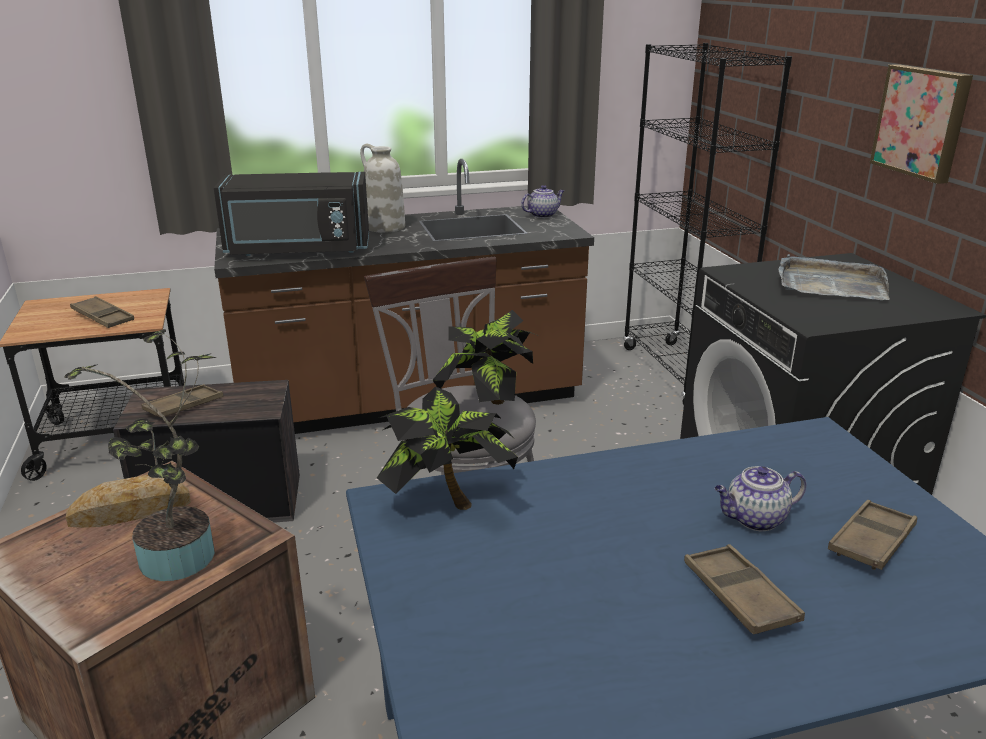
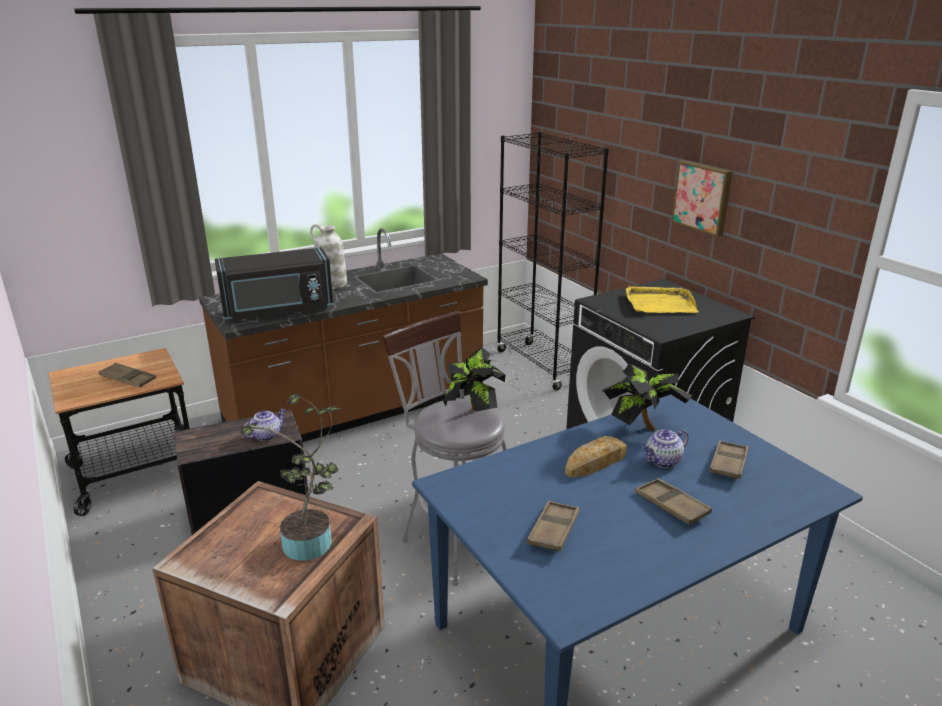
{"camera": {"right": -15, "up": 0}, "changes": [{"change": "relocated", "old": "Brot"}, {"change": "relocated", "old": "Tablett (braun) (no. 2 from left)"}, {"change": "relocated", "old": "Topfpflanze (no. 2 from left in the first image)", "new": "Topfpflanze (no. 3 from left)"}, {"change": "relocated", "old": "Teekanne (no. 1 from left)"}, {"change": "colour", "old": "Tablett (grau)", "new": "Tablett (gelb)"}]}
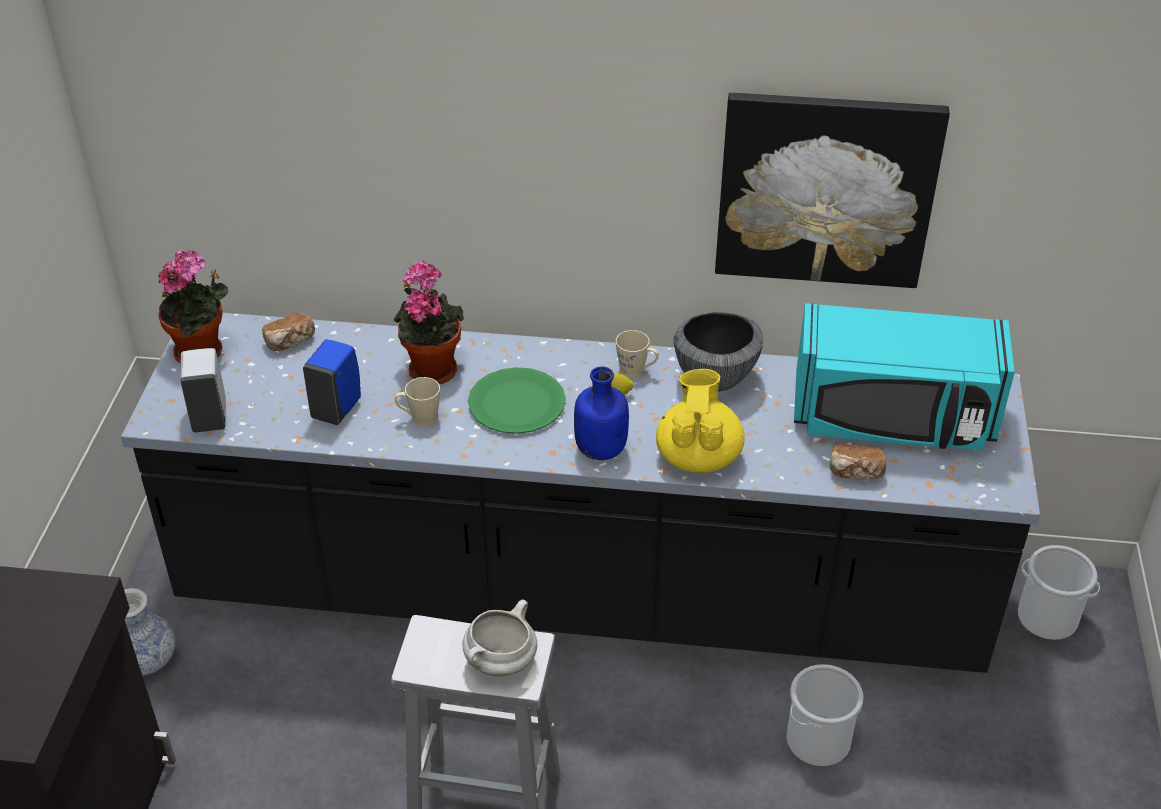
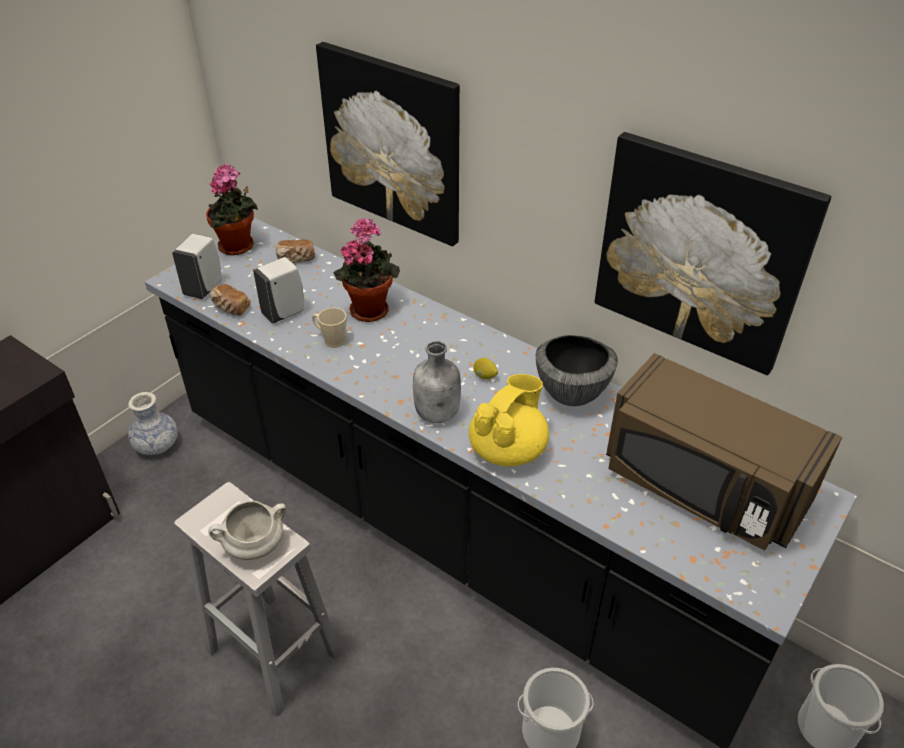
{"camera": {"right": 30, "up": 0}, "changes": [{"change": "colour", "old": "Seifenspender (blau)", "new": "Seifenspender (weiß) (no. 2 from left)"}, {"change": "missing", "old": "Teller (grün)"}, {"change": "colour", "old": "Flasche (blau)", "new": "Flasche (grau)"}, {"change": "missing", "old": "Henkelbecher (beige) (no. 2 from left)"}, {"change": "colour", "old": "Mikrowelle (türkis)", "new": "Mikrowelle (braun)"}, {"change": "relocated", "old": "Brot (no. 2 from left in the first image)", "new": "Brot (no. 1 from left)"}, {"change": "appeared", "new": "Bild (no. 1 from left)"}]}
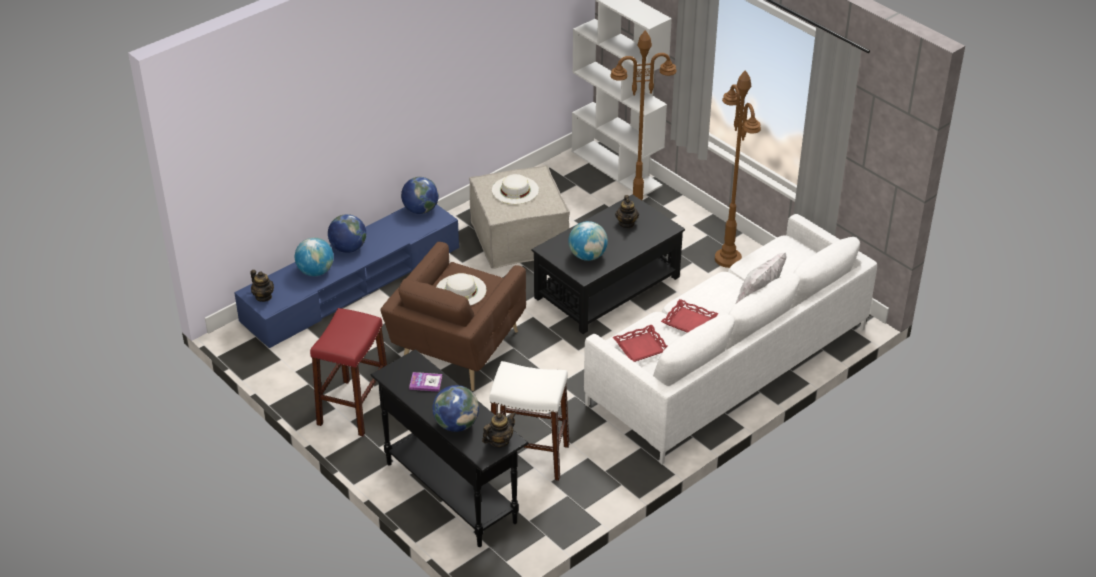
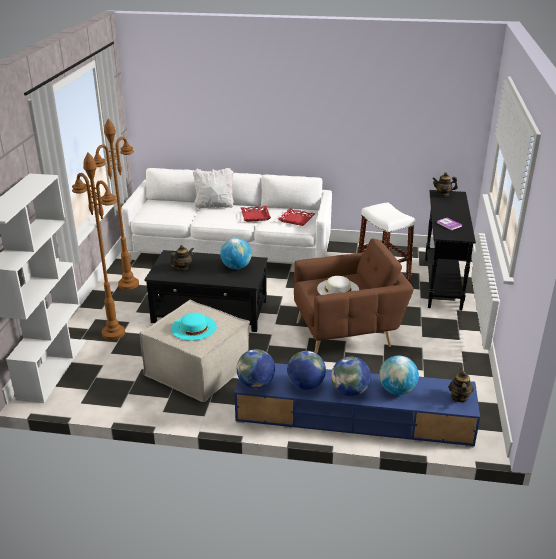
{"camera": {"right": -130, "up": -10}, "changes": [{"change": "missing", "old": "Hocker (rot)"}, {"change": "relocated", "old": "Globus (no. 4 from left in the first image)", "new": "Globus (no. 3 from left)"}, {"change": "colour", "old": "Hut (weiß) (no. 2 from left)", "new": "Hut (türkis)"}]}
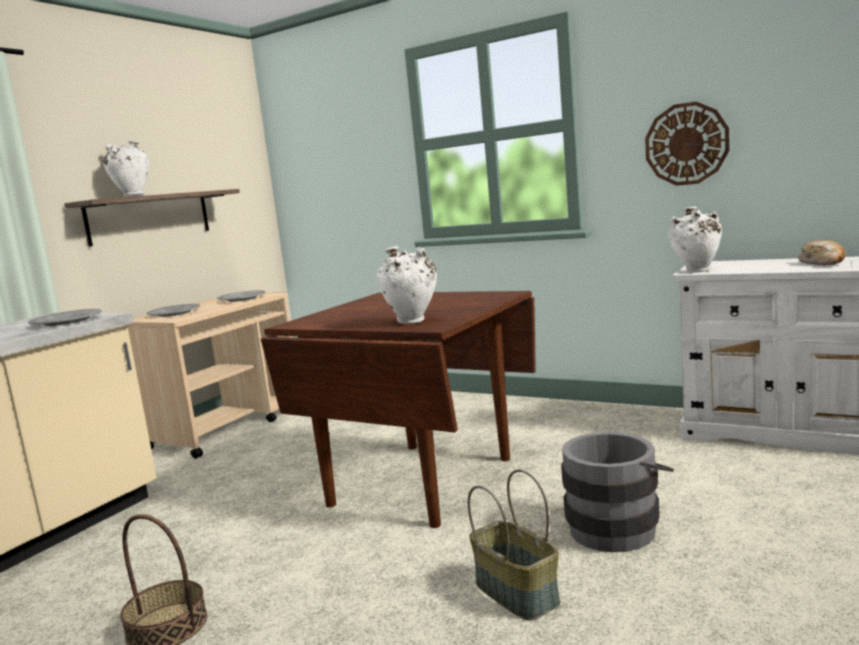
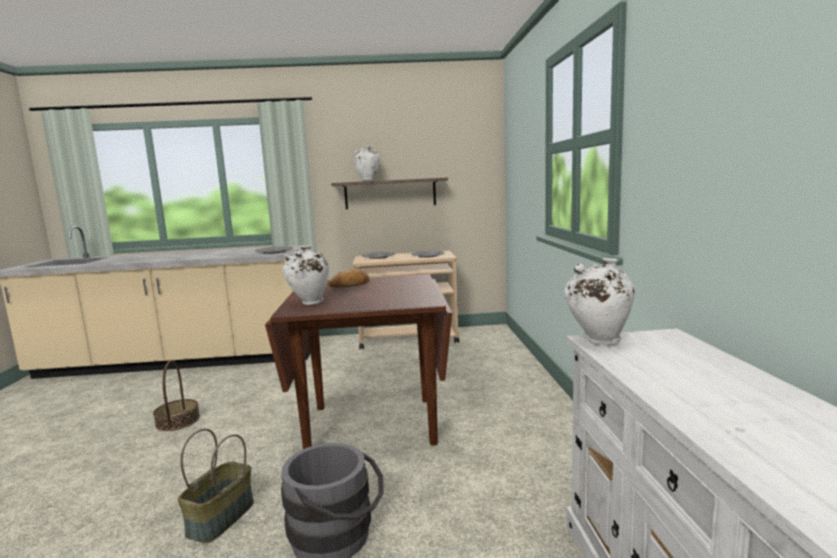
{"camera": {"right": 55, "up": 0}, "changes": [{"change": "missing", "old": "Wanduhr"}, {"change": "relocated", "old": "Brot"}]}
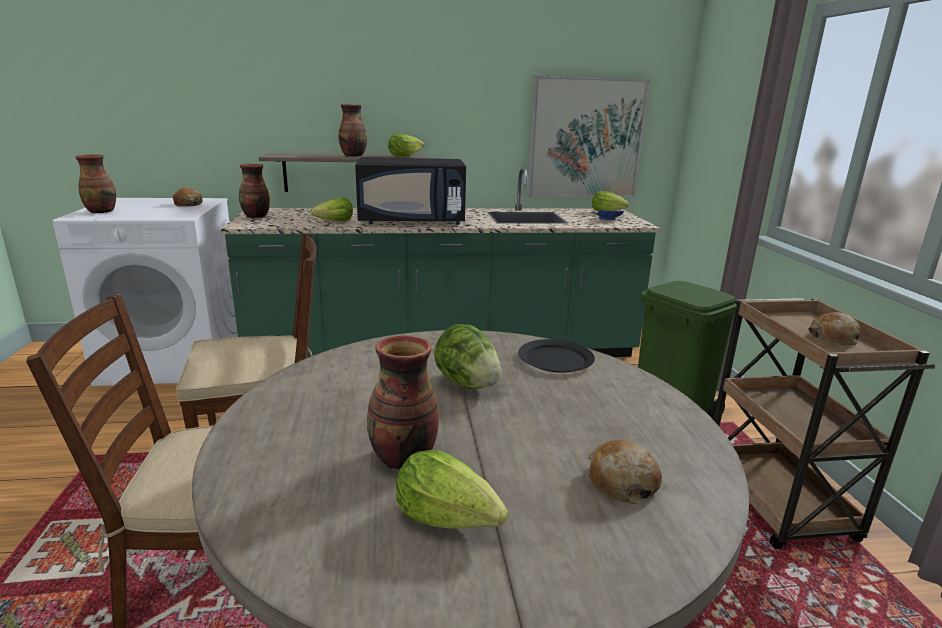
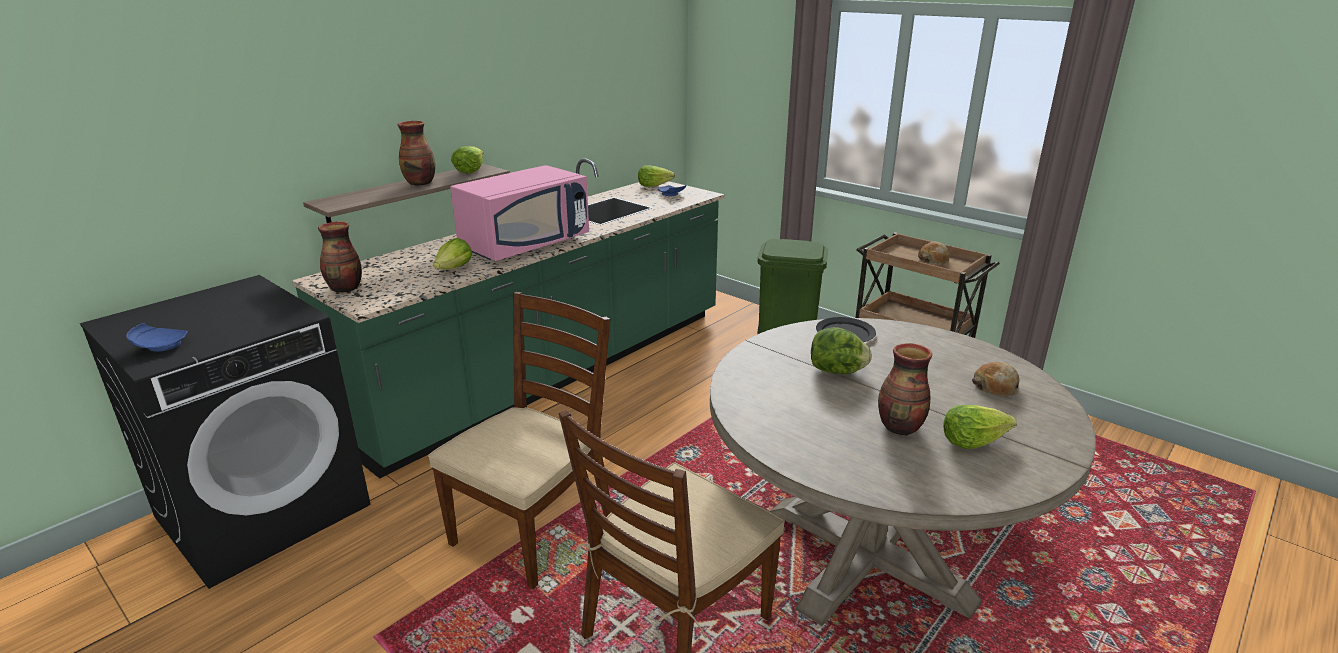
{"camera": {"right": -40, "up": 5}, "changes": [{"change": "colour", "old": "Waschmaschine (weiß)", "new": "Waschmaschine (schwarz)"}, {"change": "exchanged", "old": "Vase (no. 1 from left)", "new": "Teller (blau) (no. 1 from left)"}, {"change": "missing", "old": "Brot (no. 1 from left)"}, {"change": "colour", "old": "Mikrowelle (schwarz)", "new": "Mikrowelle (rosa)"}, {"change": "missing", "old": "Bild"}]}
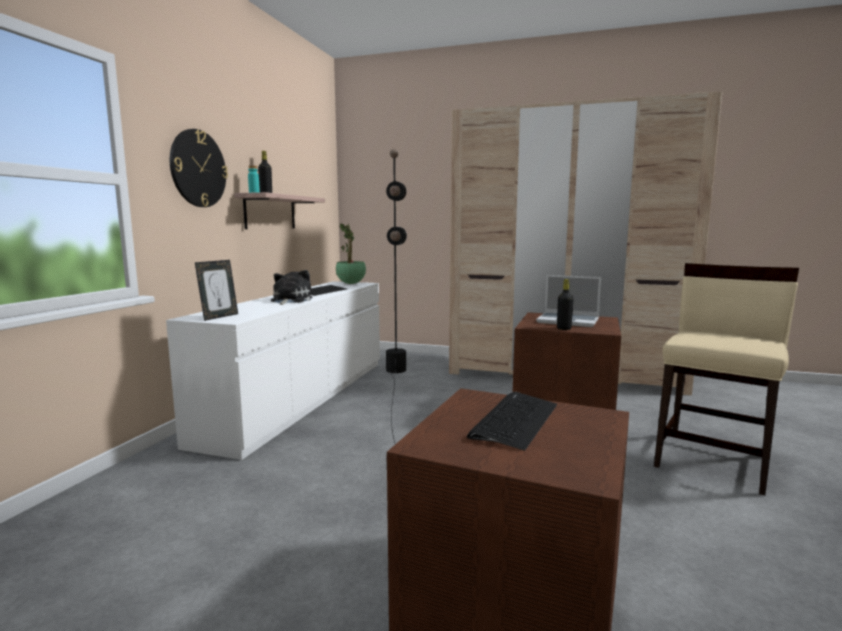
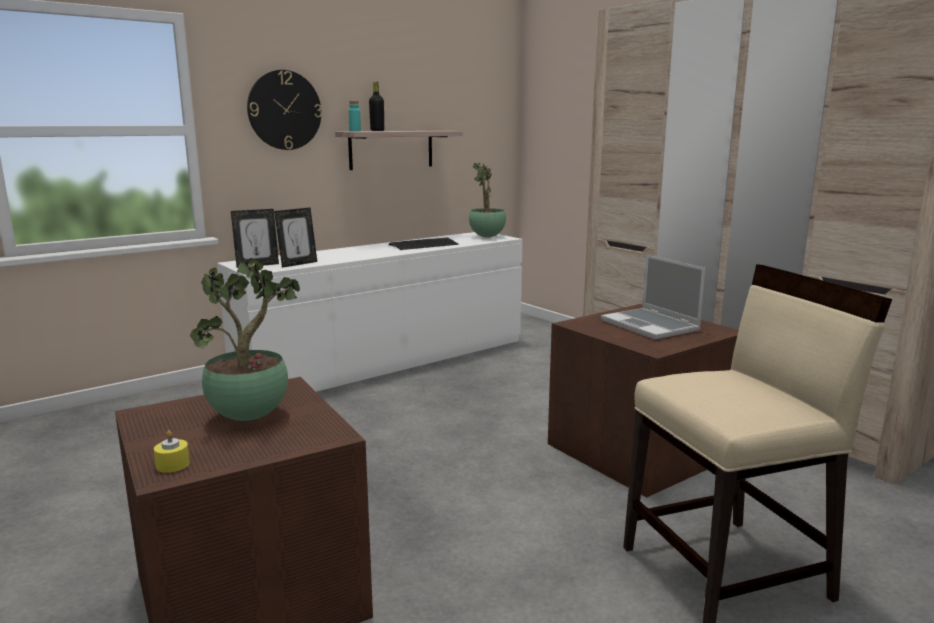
{"camera": {"right": 35, "up": 5}, "changes": [{"change": "missing", "old": "Plüschtier"}, {"change": "missing", "old": "Stehlampe (schwarz)"}, {"change": "exchanged", "old": "Tastatur (no. 2 from left)", "new": "Topfpflanze (no. 1 from left)"}, {"change": "missing", "old": "Flasche (schwarz) (no. 2 from left)"}, {"change": "appeared", "new": "Kerze (gelb)"}, {"change": "appeared", "new": "Bilderrahmen (no. 2 from left)"}]}
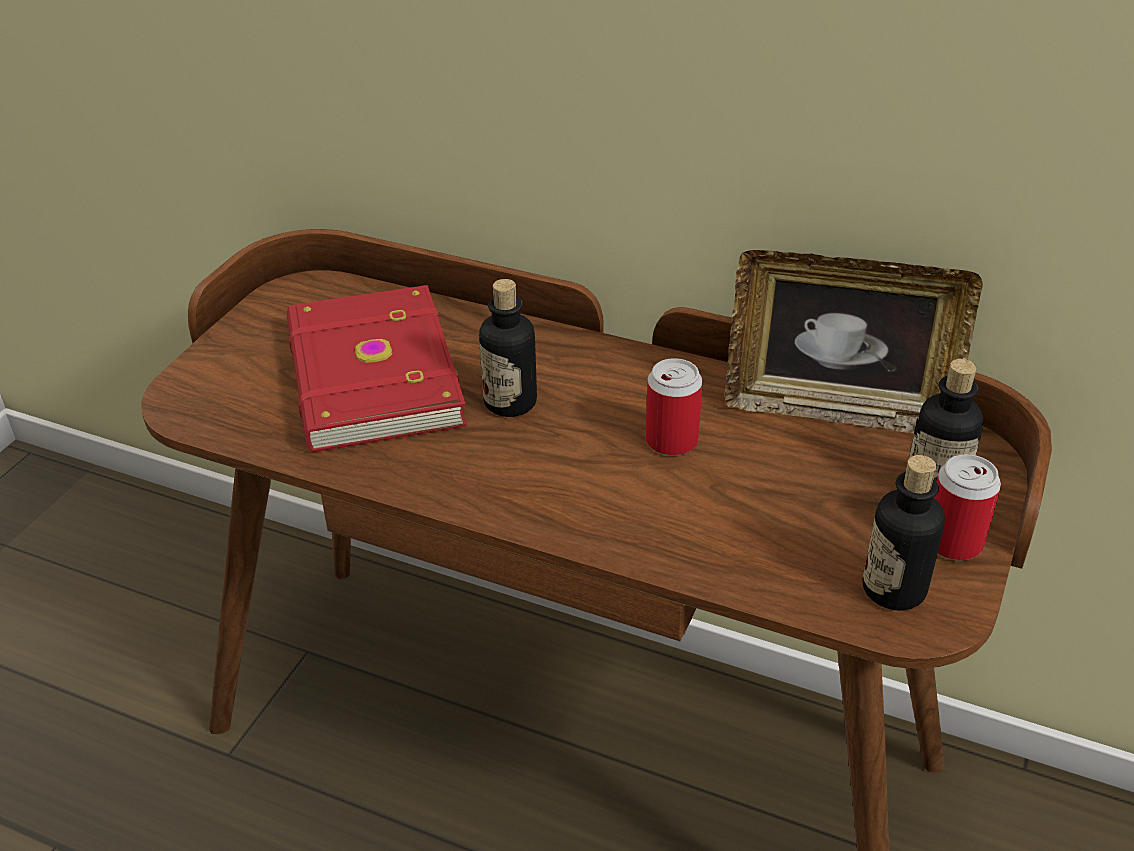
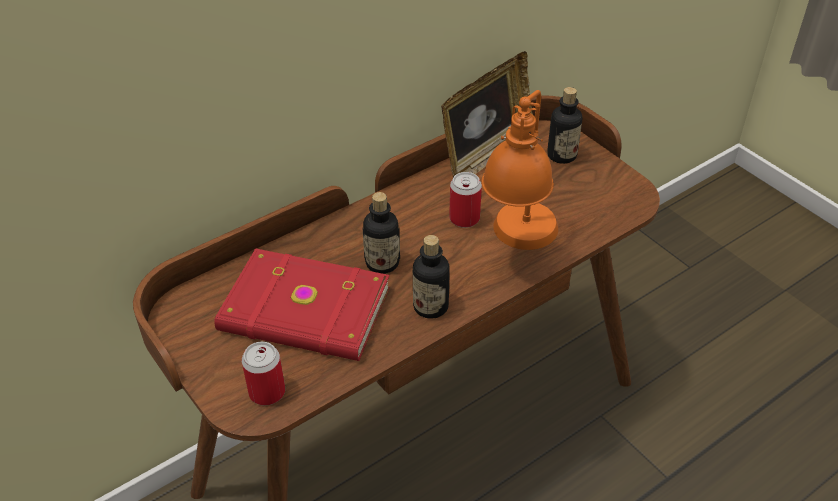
{"camera": {"right": -60, "up": 5}, "changes": [{"change": "relocated", "old": "Flasche (no. 2 from left)"}, {"change": "relocated", "old": "Dose (no. 2 from left in the first image)", "new": "Dose (no. 1 from left)"}, {"change": "appeared", "new": "Tischlampe (orange)"}]}
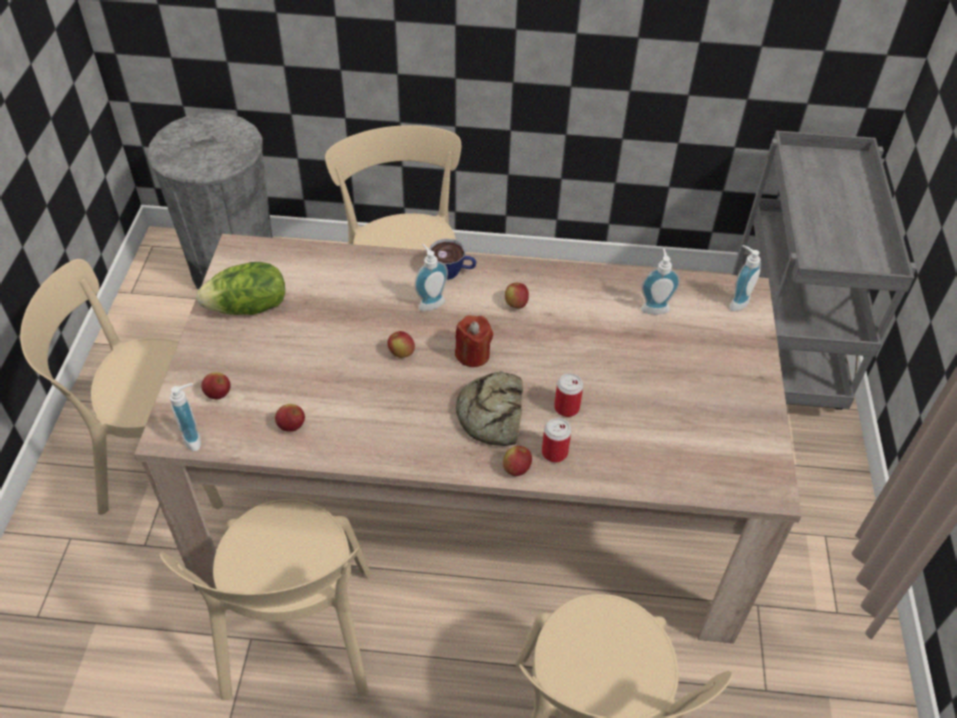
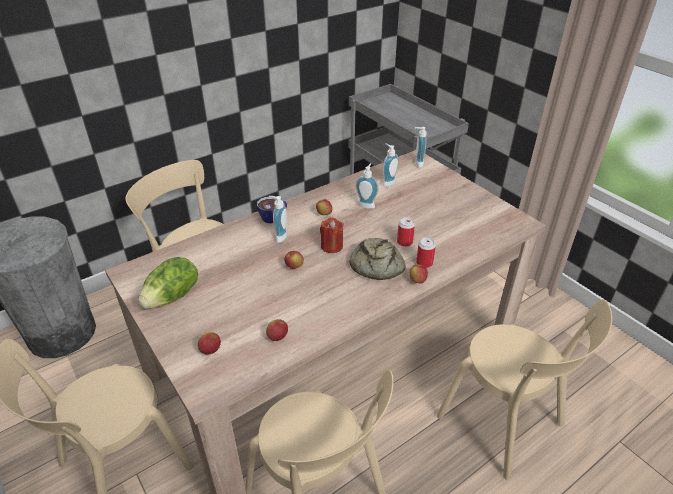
{"camera": {"right": -40, "up": -10}, "changes": [{"change": "relocated", "old": "Seifenspender (no. 1 from left in the first image)", "new": "Seifenspender (no. 2 from left)"}]}
